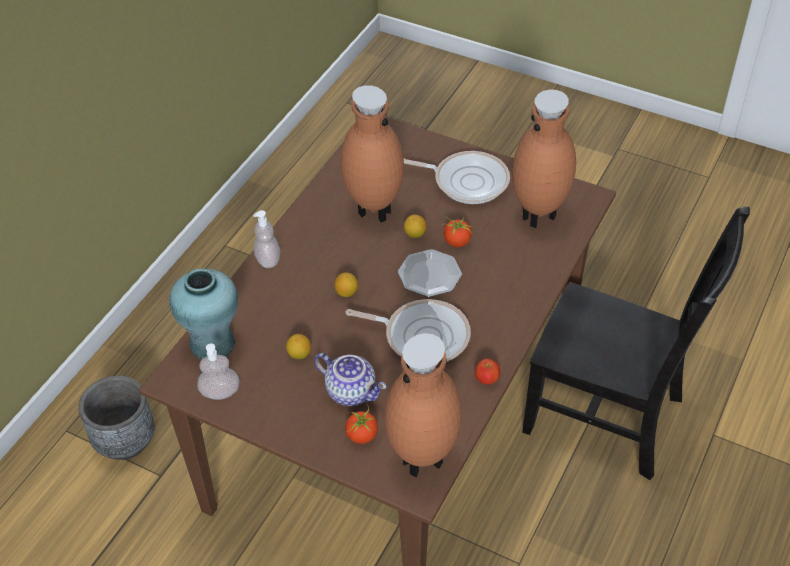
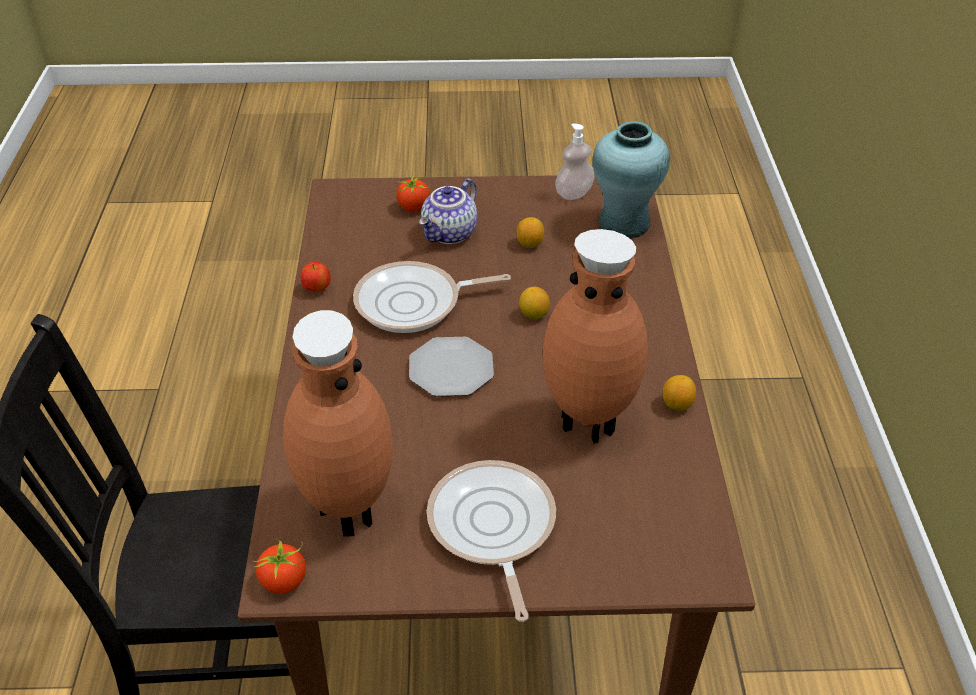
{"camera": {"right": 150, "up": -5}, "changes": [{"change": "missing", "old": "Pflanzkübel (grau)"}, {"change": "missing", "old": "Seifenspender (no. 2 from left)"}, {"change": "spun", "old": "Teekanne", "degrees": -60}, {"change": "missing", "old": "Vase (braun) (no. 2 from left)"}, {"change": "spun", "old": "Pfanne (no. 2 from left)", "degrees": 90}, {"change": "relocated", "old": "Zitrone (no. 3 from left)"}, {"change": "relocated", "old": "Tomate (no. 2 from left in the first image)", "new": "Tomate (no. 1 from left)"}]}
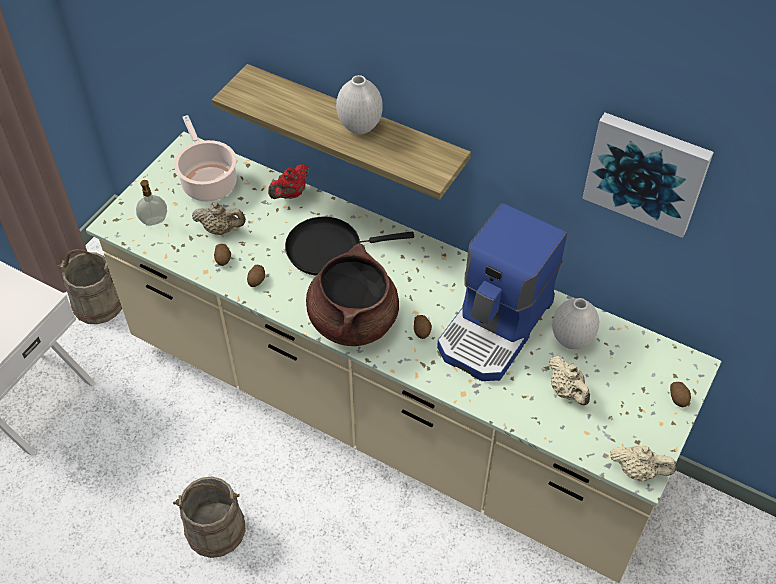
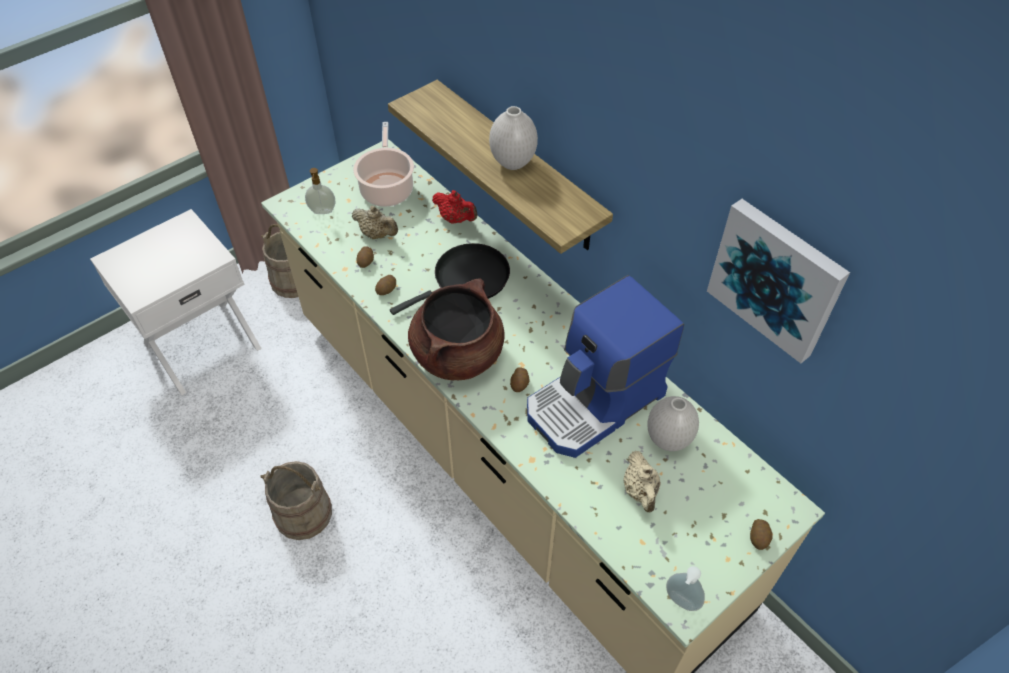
{"camera": {"right": 20, "up": 0}, "changes": [{"change": "spun", "old": "Teekanne (rot)", "degrees": -120}, {"change": "spun", "old": "Pfanne (schwarz)", "degrees": 135}, {"change": "exchanged", "old": "Teekanne (beige) (no. 3 from left)", "new": "Seifenspender (no. 2 from left)"}]}
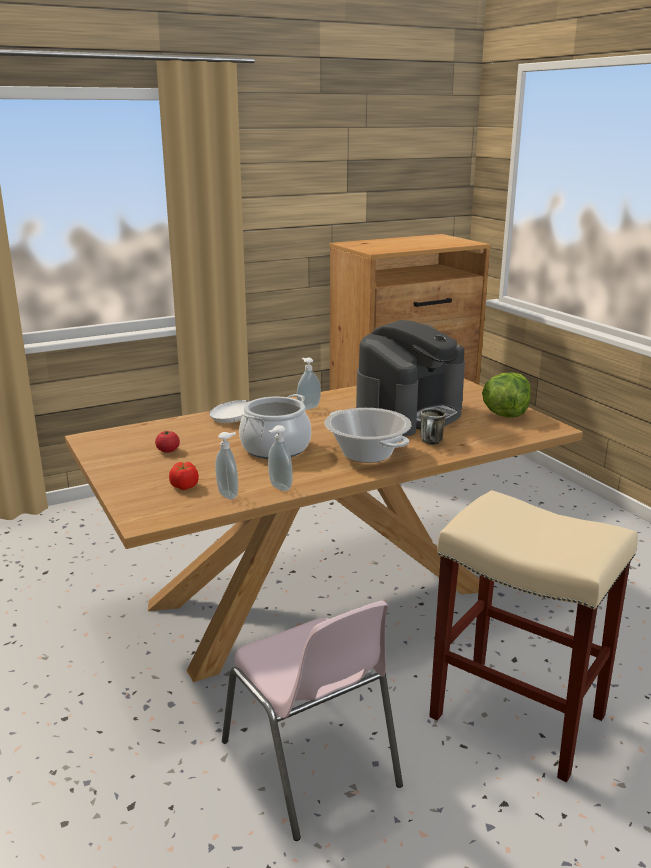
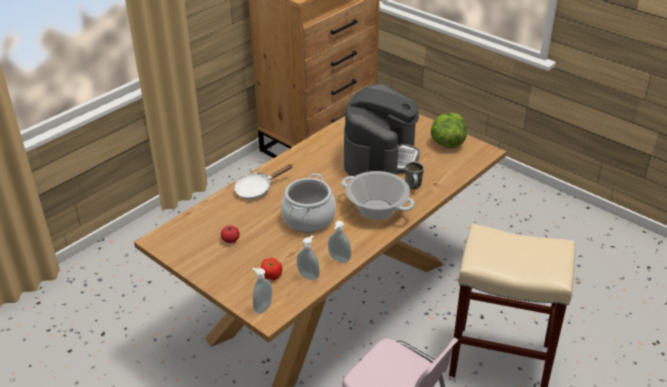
{"camera": {"right": -20, "up": 15}, "changes": [{"change": "relocated", "old": "Seifenspender (no. 3 from left in the first image)", "new": "Seifenspender (no. 1 from left)"}]}
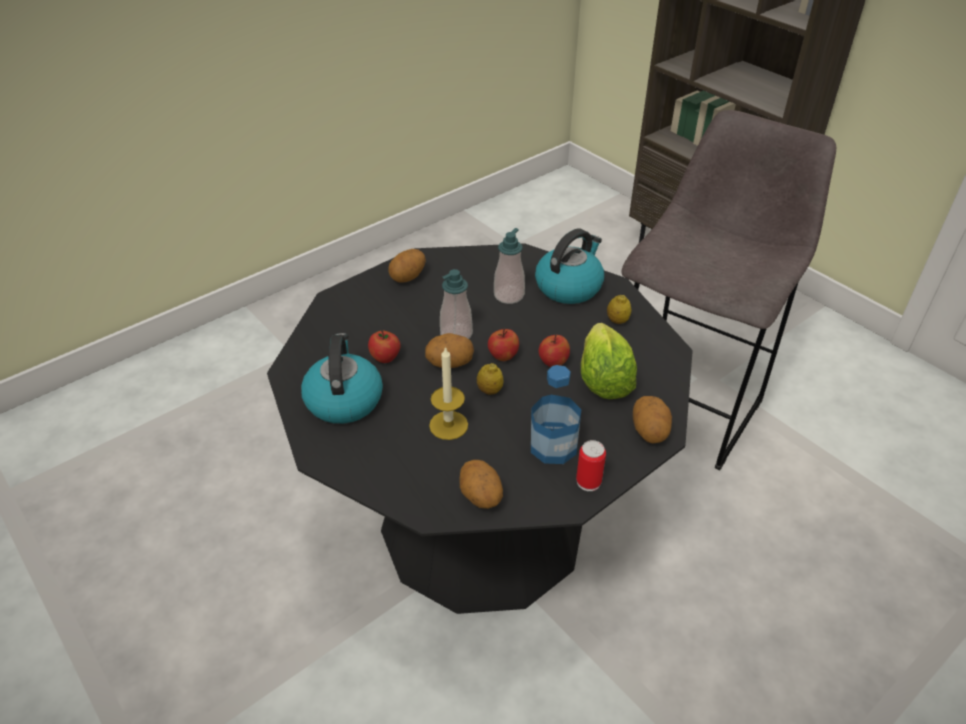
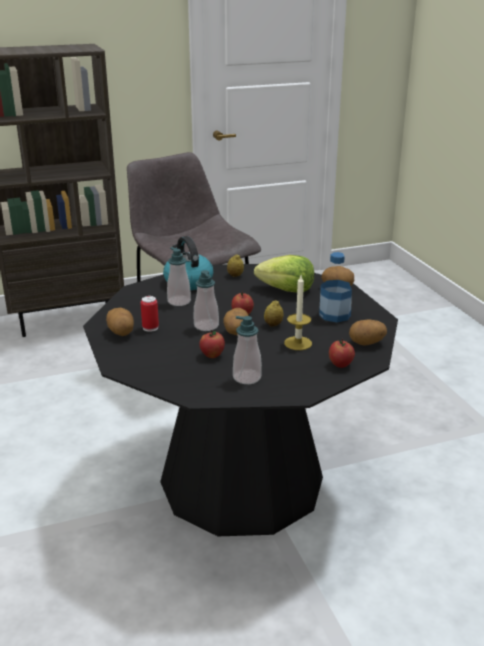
{"camera": {"right": -70, "up": -15}, "changes": [{"change": "exchanged", "old": "Wasserkessel (no. 1 from left)", "new": "Seifenspender (no. 3 from left)"}, {"change": "relocated", "old": "Apfel (no. 3 from left)"}, {"change": "relocated", "old": "Dose"}]}
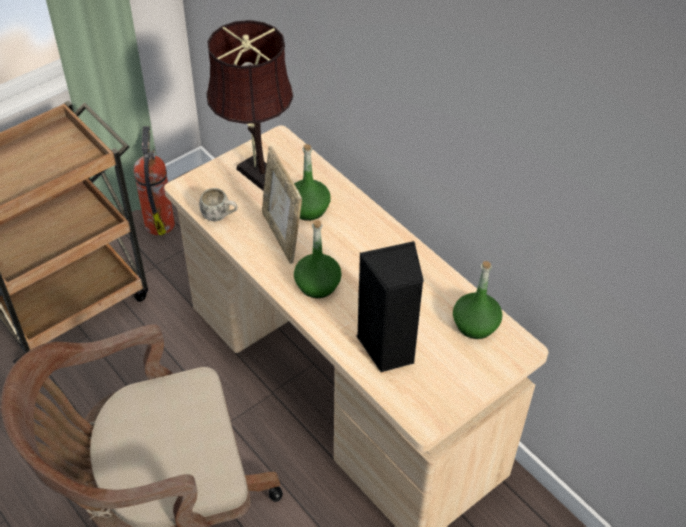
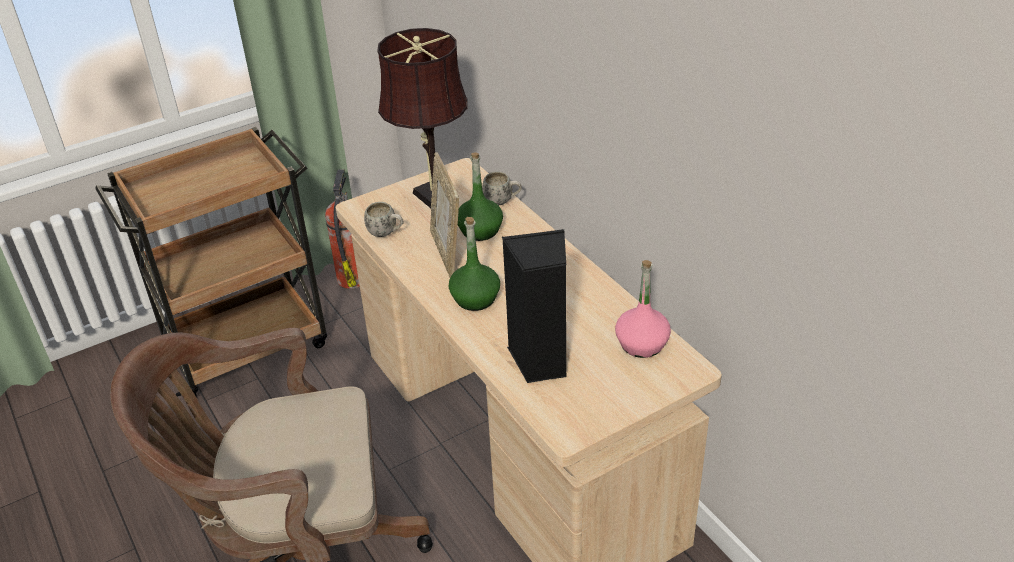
{"camera": {"right": 10, "up": -10}, "changes": [{"change": "colour", "old": "Flasche (grün) (no. 3 from left)", "new": "Flasche (rosa)"}, {"change": "appeared", "new": "Henkelbecher (weiß) (no. 2 from left)"}]}
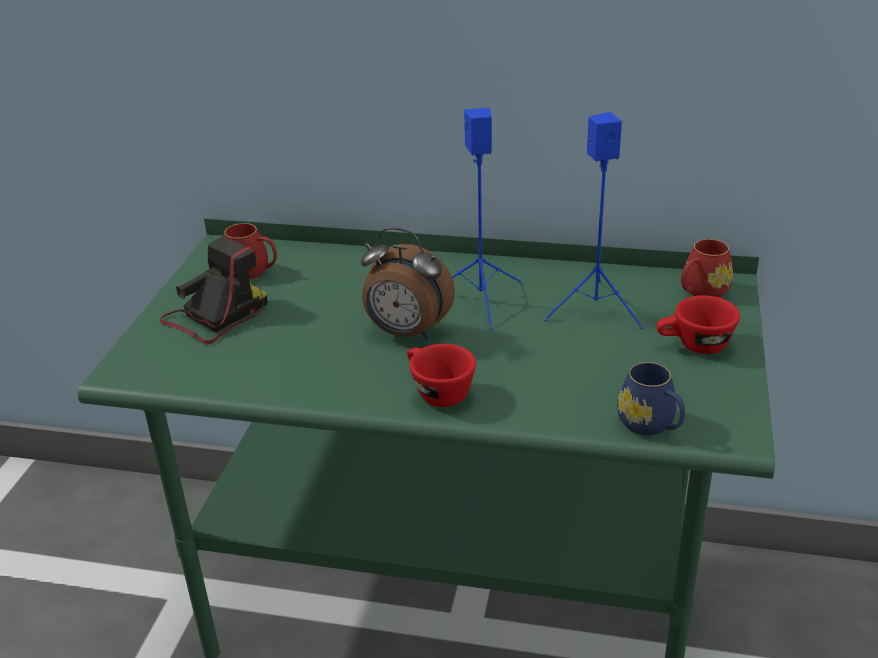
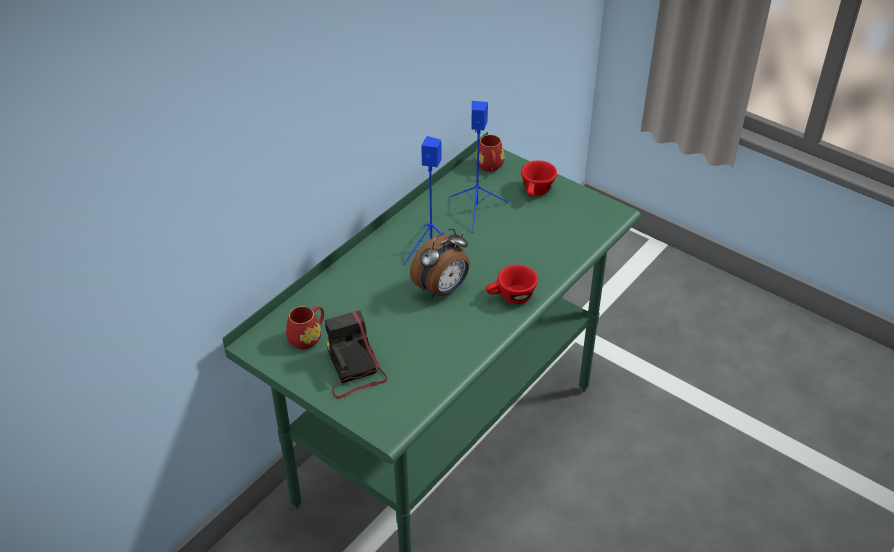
{"camera": {"right": -65, "up": 10}, "changes": [{"change": "missing", "old": "Henkelbecher (blau)"}]}
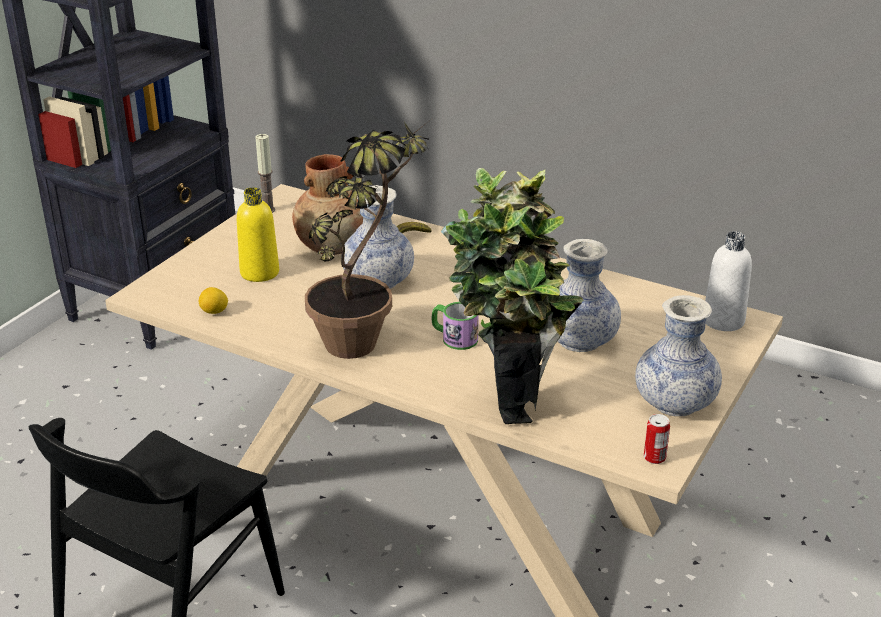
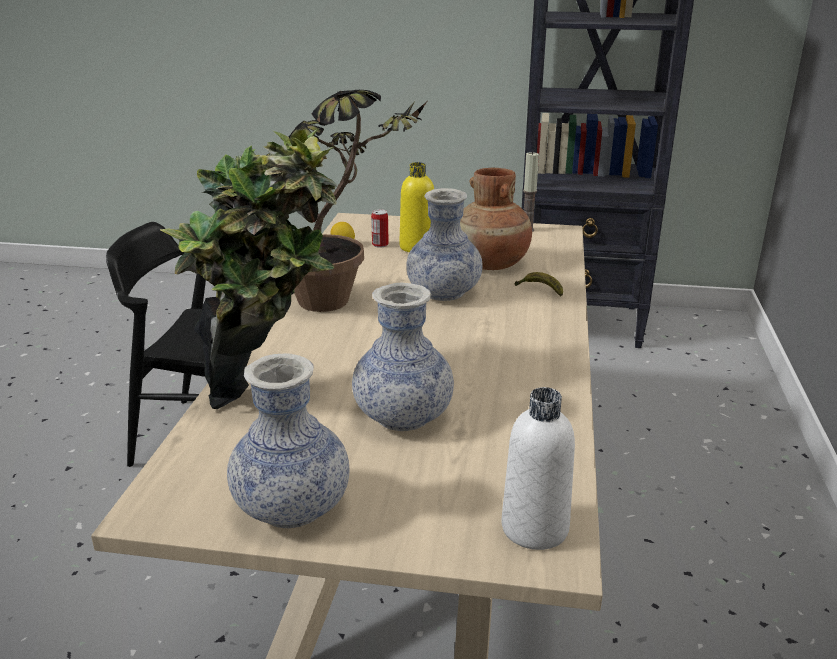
{"camera": {"right": 70, "up": -5}, "changes": [{"change": "missing", "old": "Henkelbecher"}, {"change": "relocated", "old": "Dose"}]}
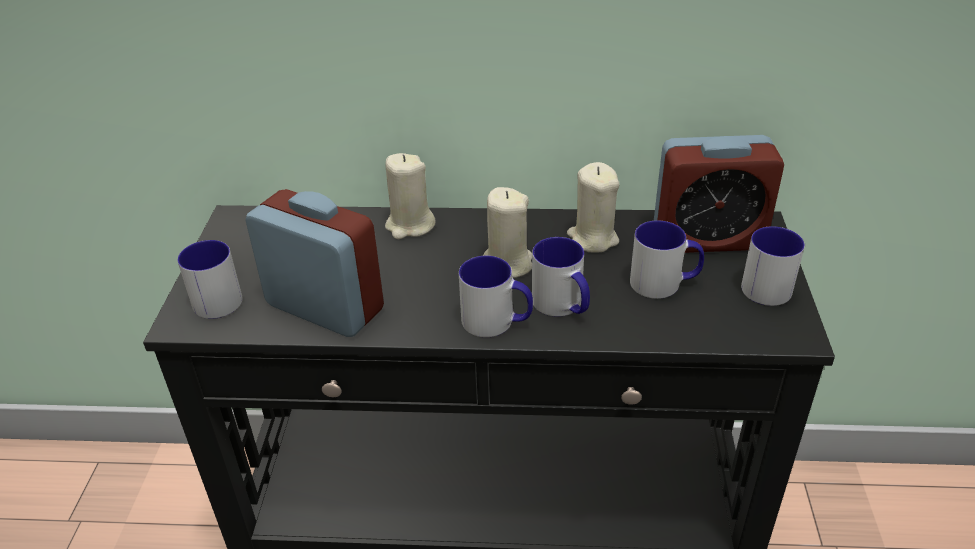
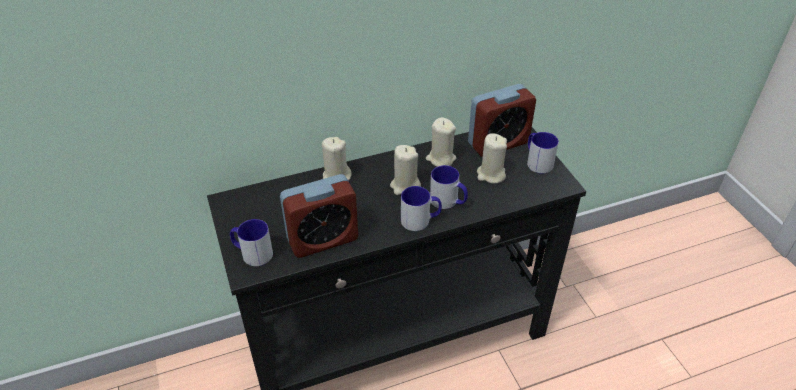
{"camera": {"right": -25, "up": 5}, "changes": [{"change": "spun", "old": "Wecker (no. 1 from left)", "degrees": 150}, {"change": "exchanged", "old": "Henkelbecher (no. 4 from left)", "new": "Kerze (beige) (no. 4 from left)"}]}
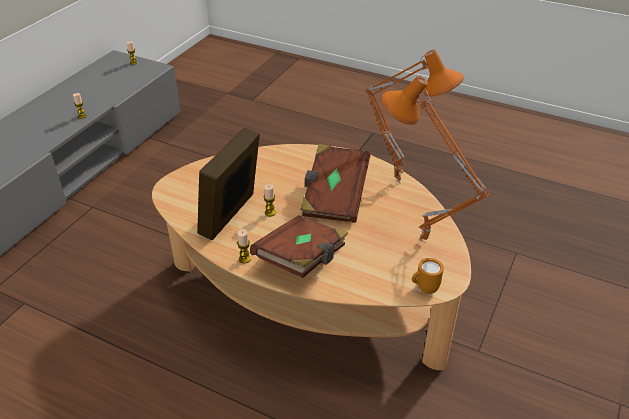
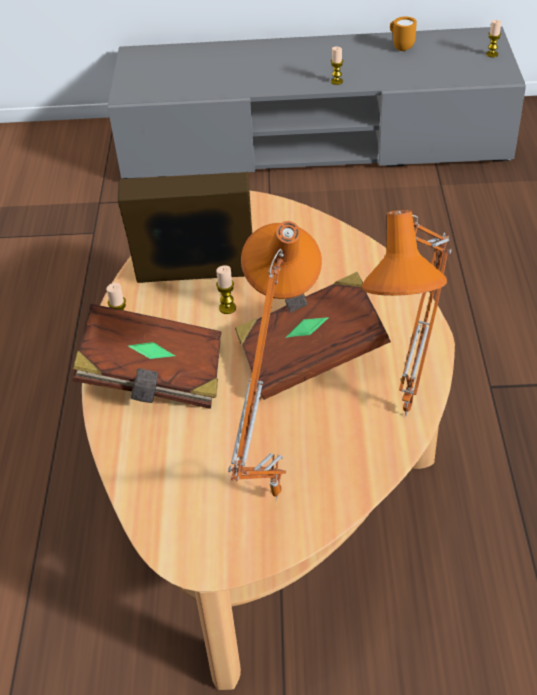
{"camera": {"right": 65, "up": 5}, "changes": [{"change": "relocated", "old": "Henkelbecher (orange)"}]}
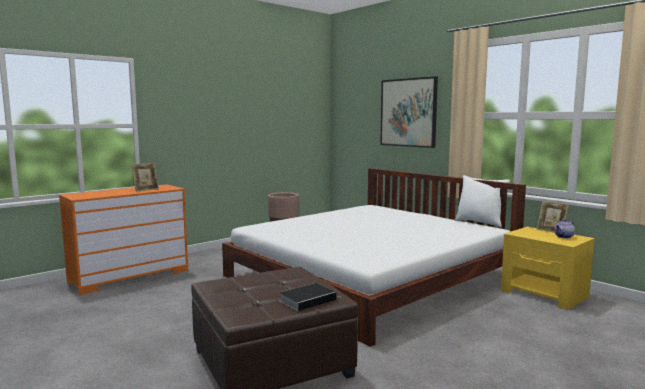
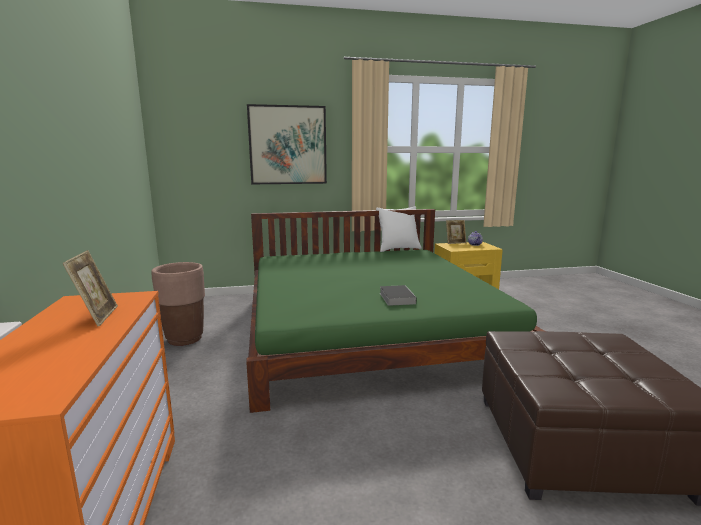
{"camera": {"right": -60, "up": 5}, "changes": [{"change": "colour", "old": "Bett (weiß)", "new": "Bett (grün)"}, {"change": "relocated", "old": "Buch"}]}
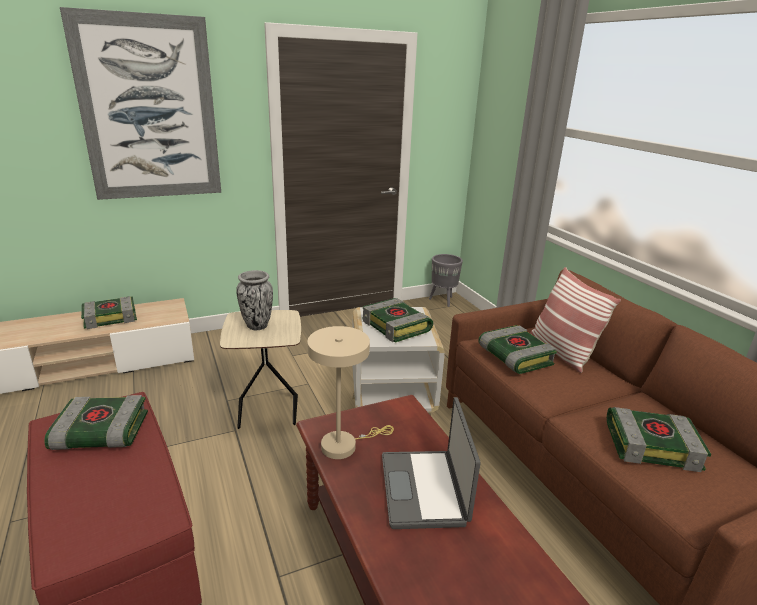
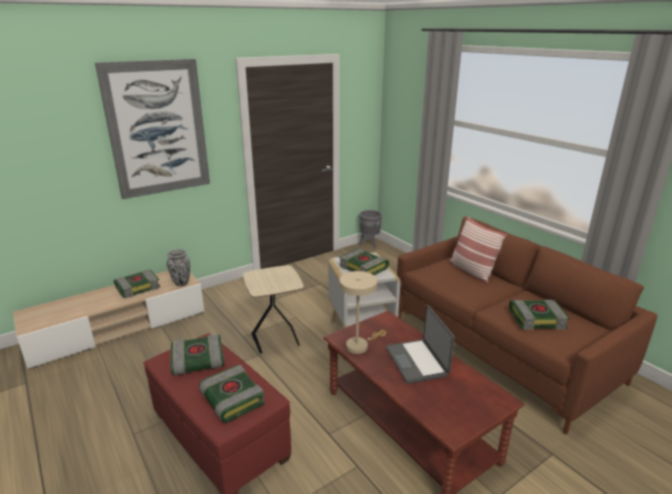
{"camera": {"right": -10, "up": 0}, "changes": [{"change": "relocated", "old": "Vase"}, {"change": "relocated", "old": "Buch (no. 4 from left in the first image)", "new": "Buch (no. 3 from left)"}]}
